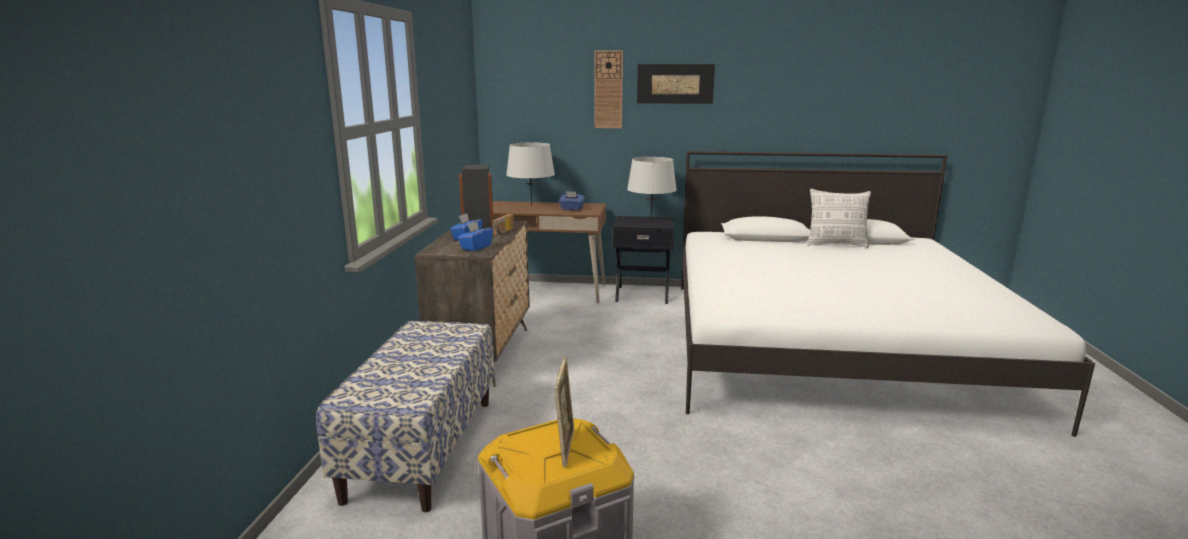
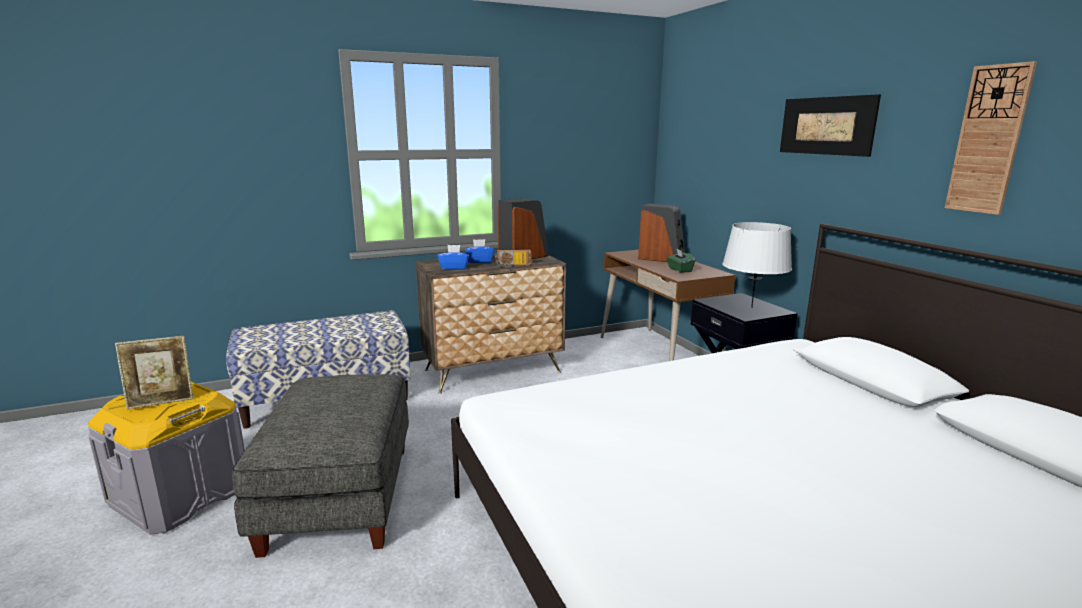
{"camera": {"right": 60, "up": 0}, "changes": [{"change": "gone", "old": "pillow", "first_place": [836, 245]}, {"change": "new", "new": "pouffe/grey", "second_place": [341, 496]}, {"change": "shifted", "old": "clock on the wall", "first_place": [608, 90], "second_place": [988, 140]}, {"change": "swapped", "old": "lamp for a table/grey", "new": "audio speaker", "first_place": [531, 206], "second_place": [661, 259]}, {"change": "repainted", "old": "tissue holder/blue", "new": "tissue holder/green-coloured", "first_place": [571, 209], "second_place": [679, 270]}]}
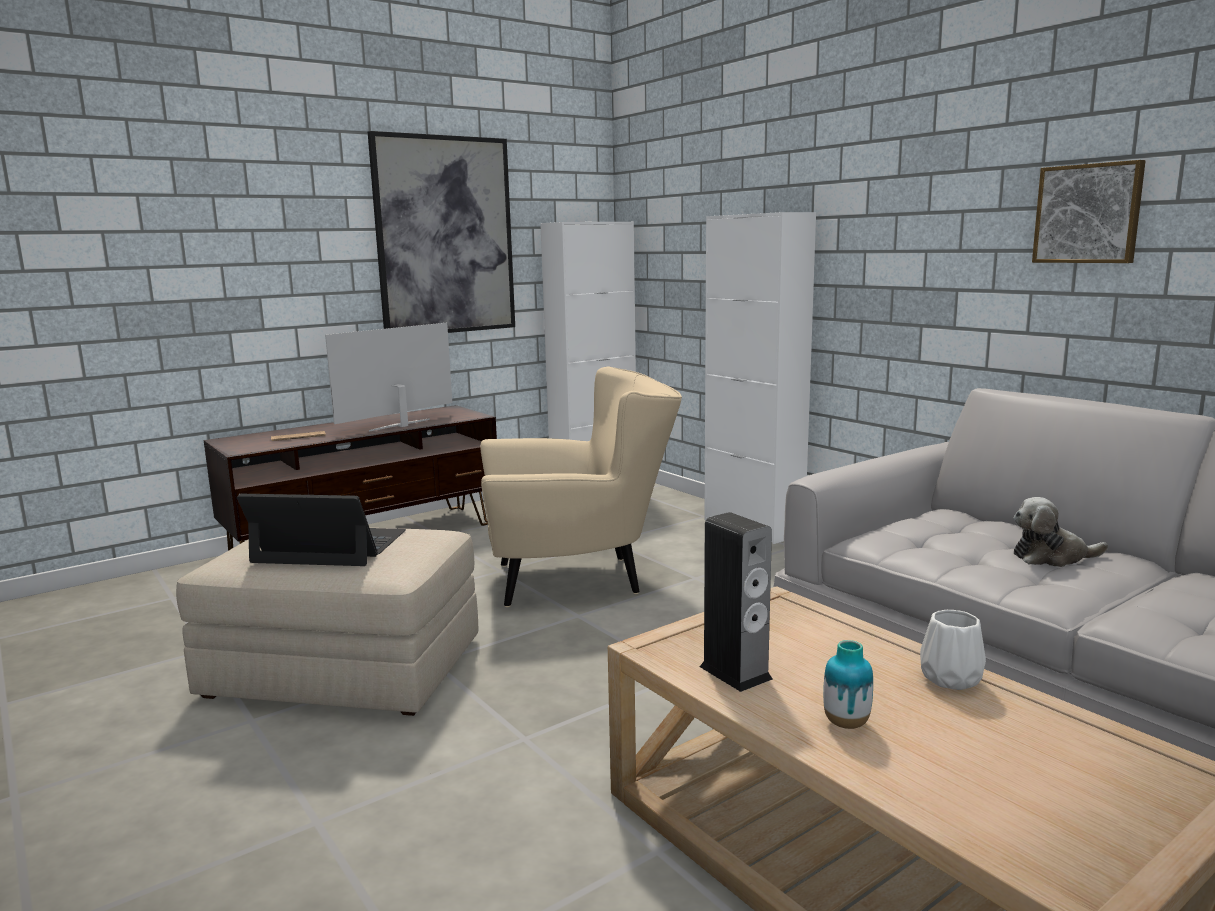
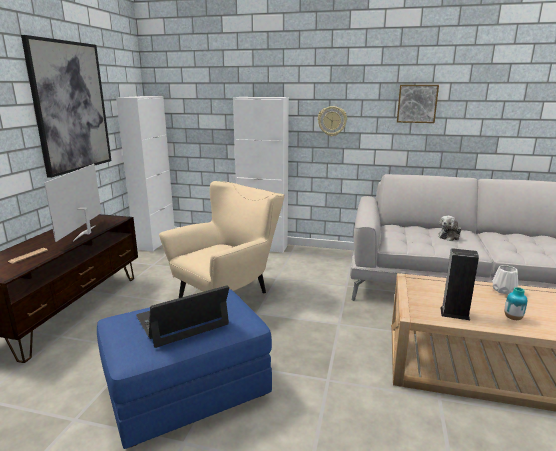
{"camera": {"right": -40, "up": 5}, "changes": [{"change": "new", "new": "clock on the wall", "second_place": [332, 121]}, {"change": "repainted", "old": "pouffe/beige-coloured", "new": "pouffe/blue", "first_place": [343, 668], "second_place": [187, 389]}]}
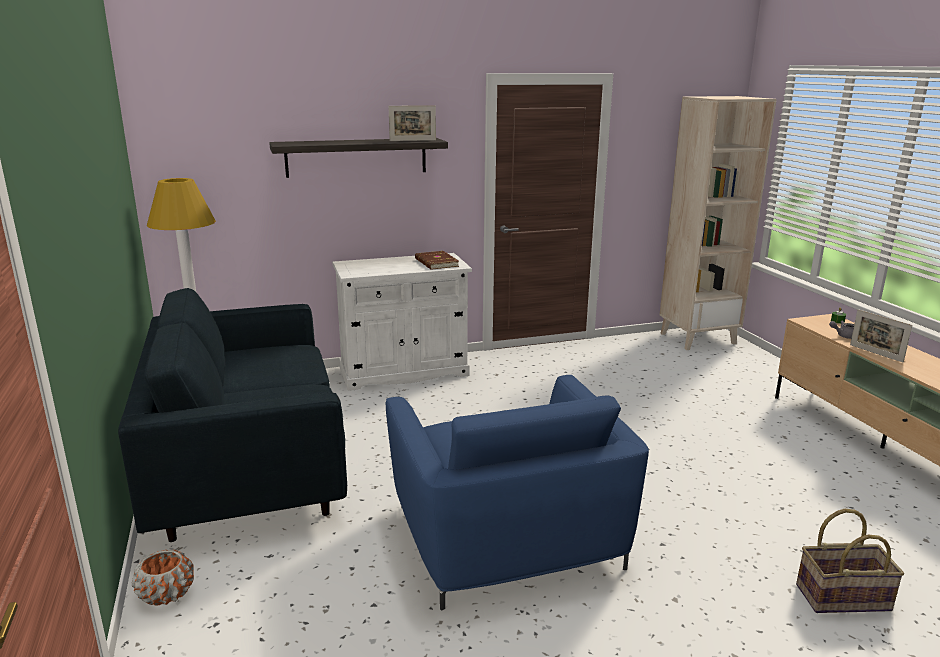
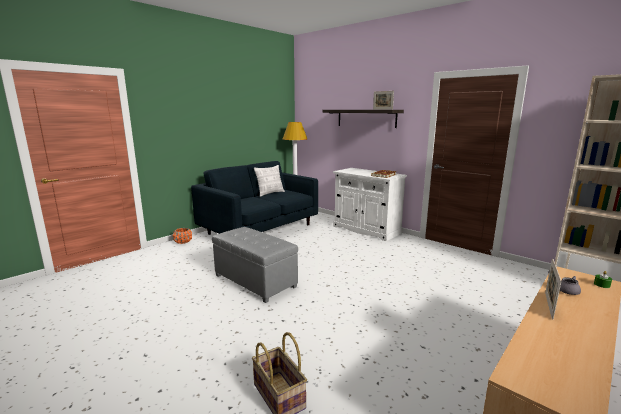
{"camera": {"right": 60, "up": -5}, "changes": [{"change": "new", "new": "pillow", "second_place": [270, 193]}, {"change": "swapped", "old": "easy chair/blue", "new": "pouffe/grey", "first_place": [506, 537], "second_place": [254, 281]}]}
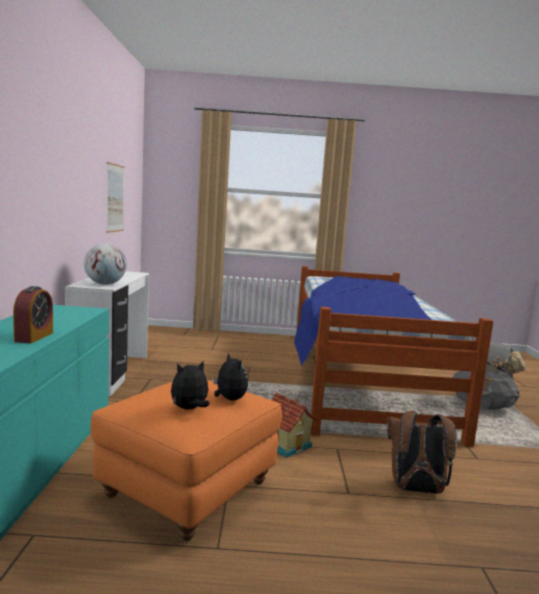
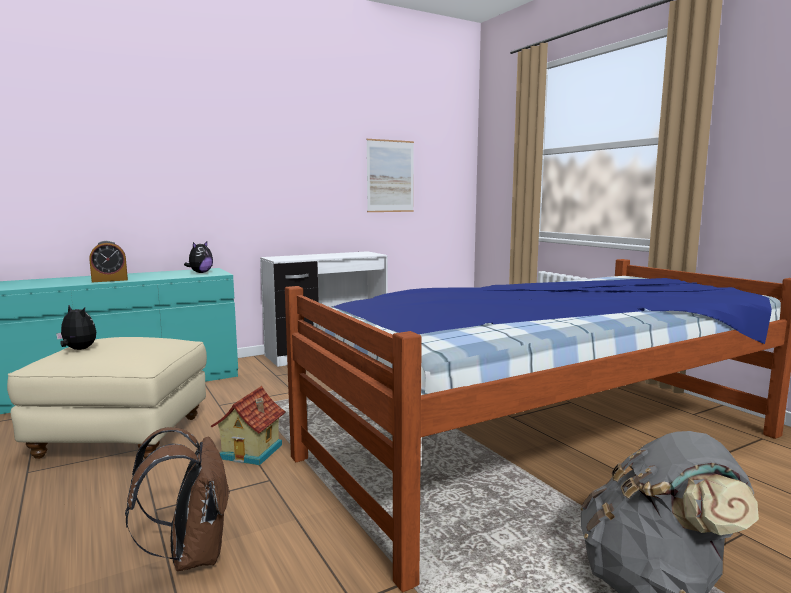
{"camera": {"right": 60, "up": 0}, "changes": [{"change": "gone", "old": "world globe", "first_place": [105, 284]}, {"change": "shifted", "old": "cuddly toy", "first_place": [229, 399], "second_place": [200, 273]}, {"change": "repainted", "old": "pouffe/orange", "new": "pouffe/beige-coloured", "first_place": [187, 489], "second_place": [123, 436]}]}
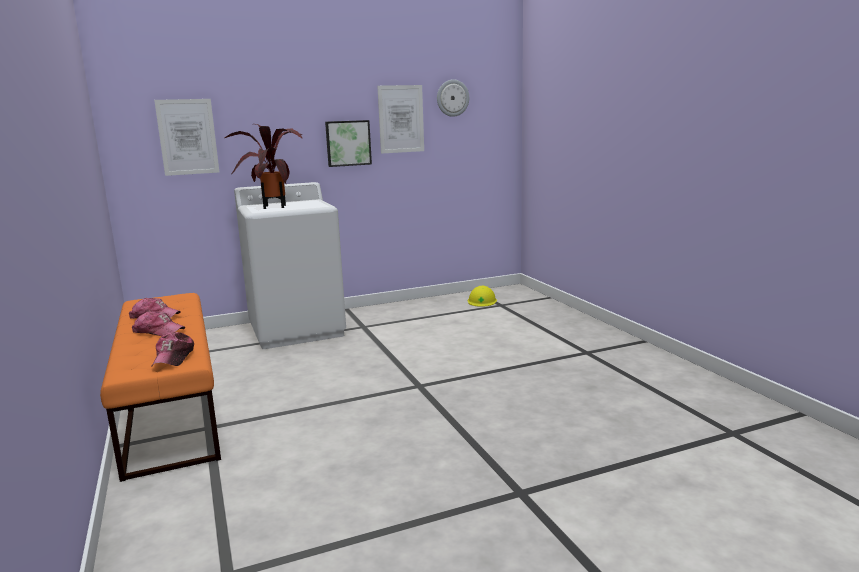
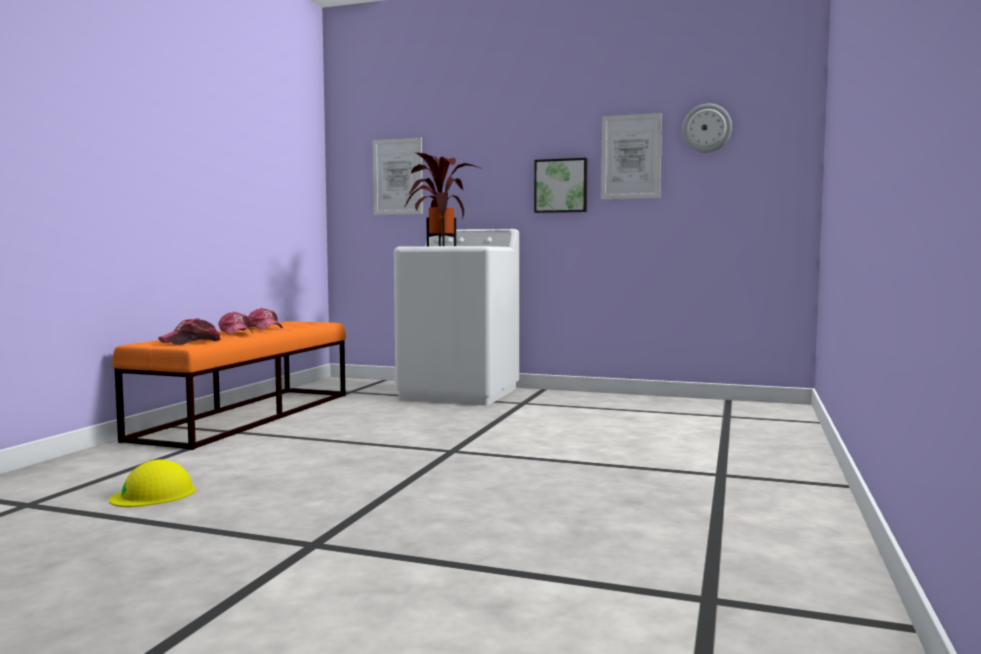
{"camera": {"right": 40, "up": -10}, "changes": [{"change": "shifted", "old": "safety helmet/yellow-coloured", "first_place": [482, 301], "second_place": [154, 494]}]}
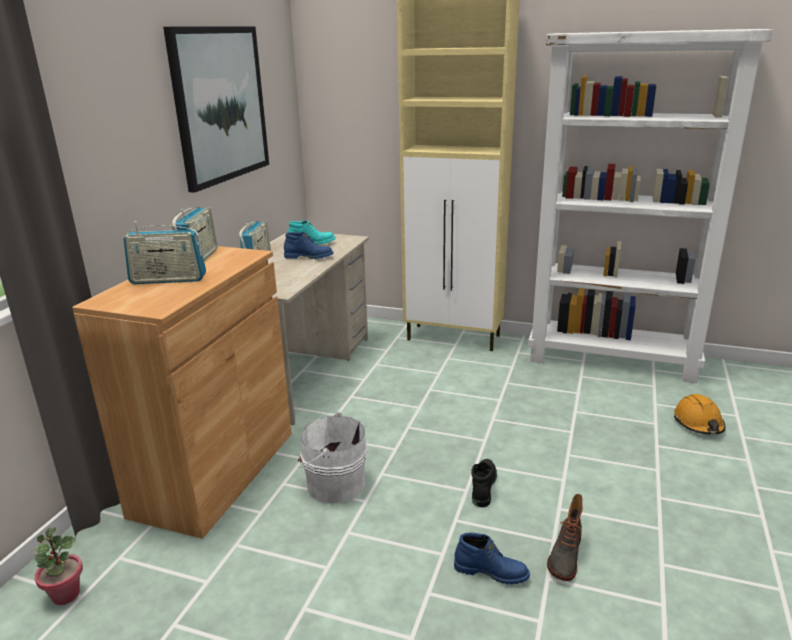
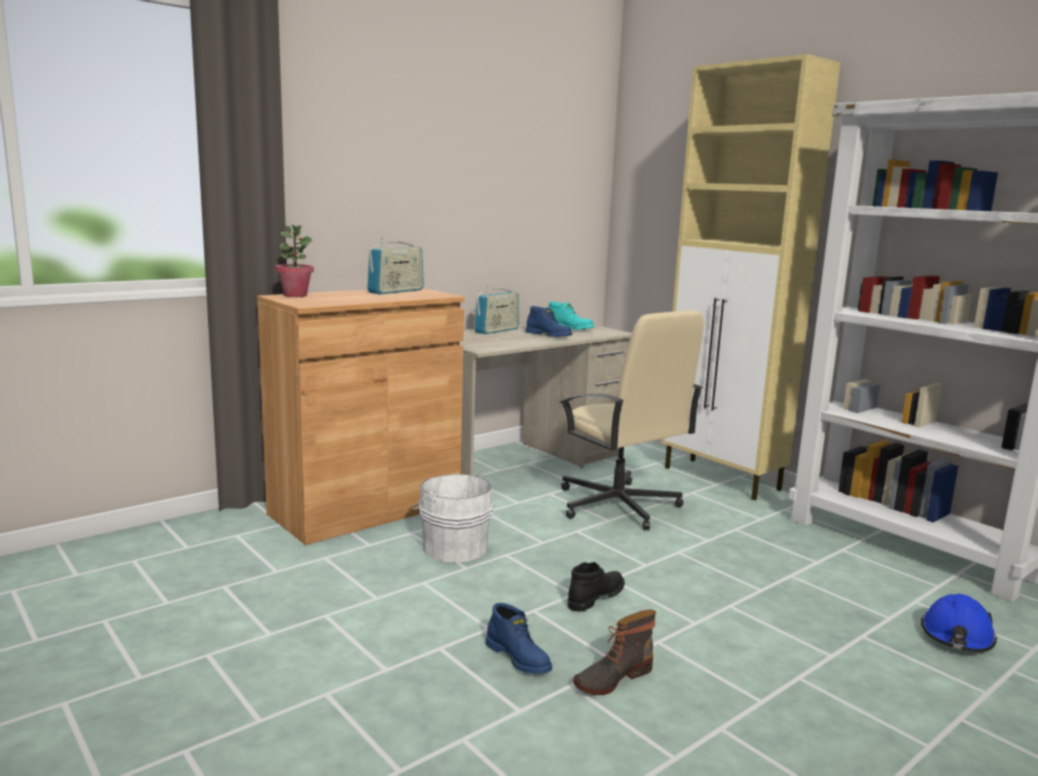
{"camera": {"right": 30, "up": -10}, "changes": [{"change": "gone", "old": "radio", "first_place": [168, 280]}, {"change": "gone", "old": "picture", "first_place": [220, 105]}, {"change": "new", "new": "office chair/beige-coloured", "second_place": [618, 506]}, {"change": "shifted", "old": "plant in a pot", "first_place": [66, 594], "second_place": [295, 295]}, {"change": "repainted", "old": "safety helmet/orange", "new": "safety helmet/blue", "first_place": [698, 423], "second_place": [957, 637]}]}
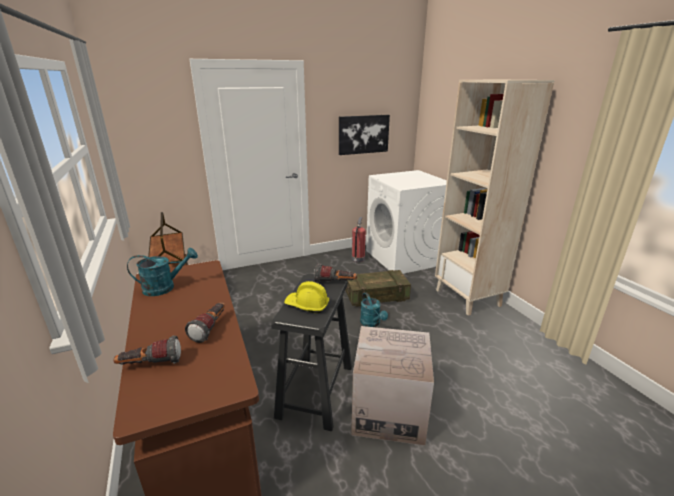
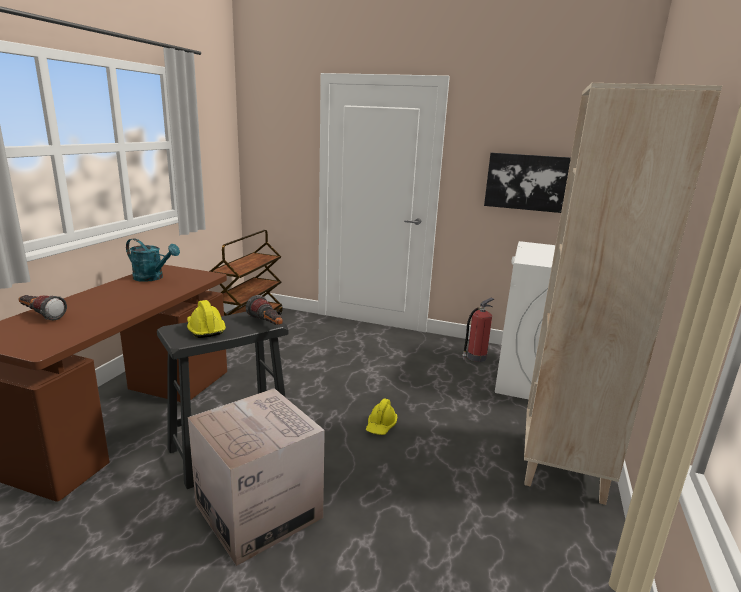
{"camera": {"right": 40, "up": -5}, "changes": [{"change": "gone", "old": "flashlight", "first_place": [211, 328]}, {"change": "gone", "old": "packing crate", "first_place": [376, 296]}, {"change": "swapped", "old": "watering pot/turquoise-coloured", "new": "safety helmet/yellow-coloured", "first_place": [372, 323], "second_place": [381, 425]}]}
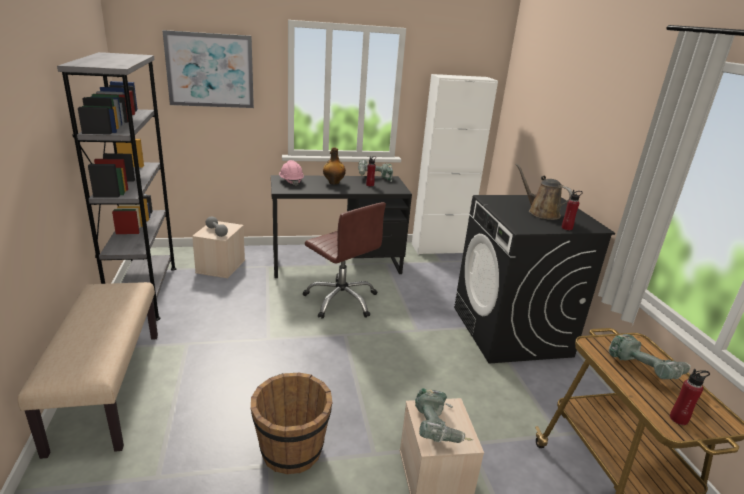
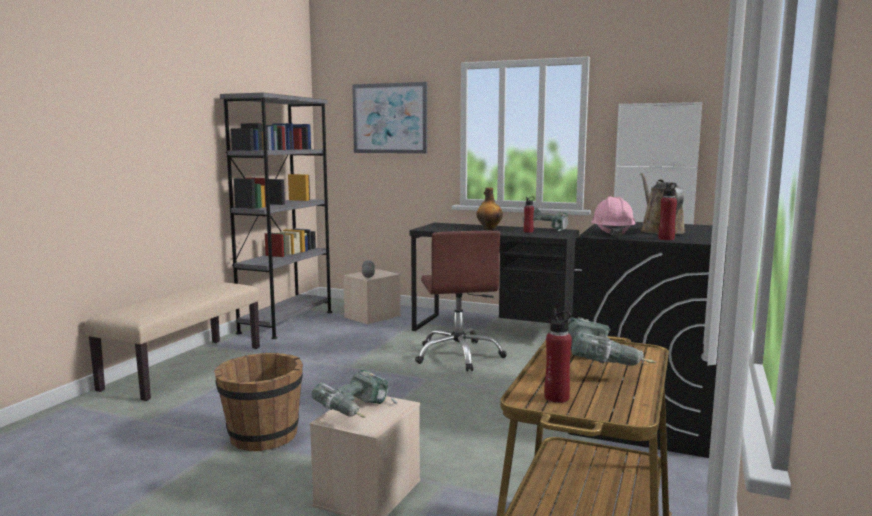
{"camera": {"right": 35, "up": -15}, "changes": [{"change": "shifted", "old": "safety helmet/pinkish", "first_place": [291, 181], "second_place": [612, 234]}]}
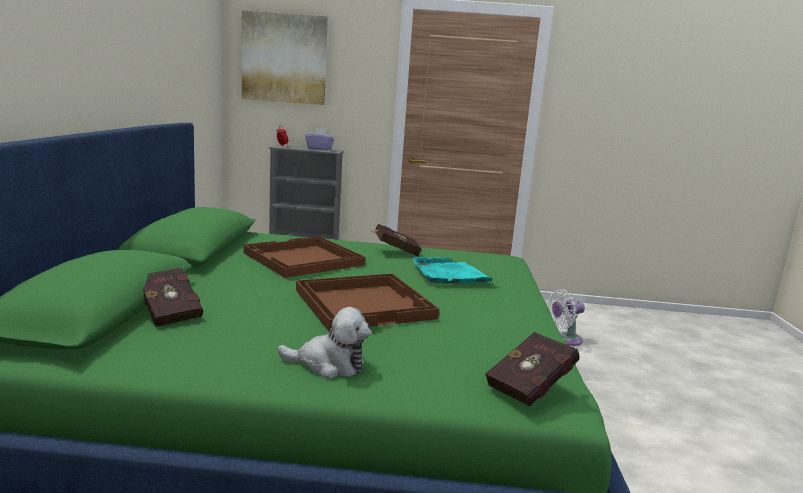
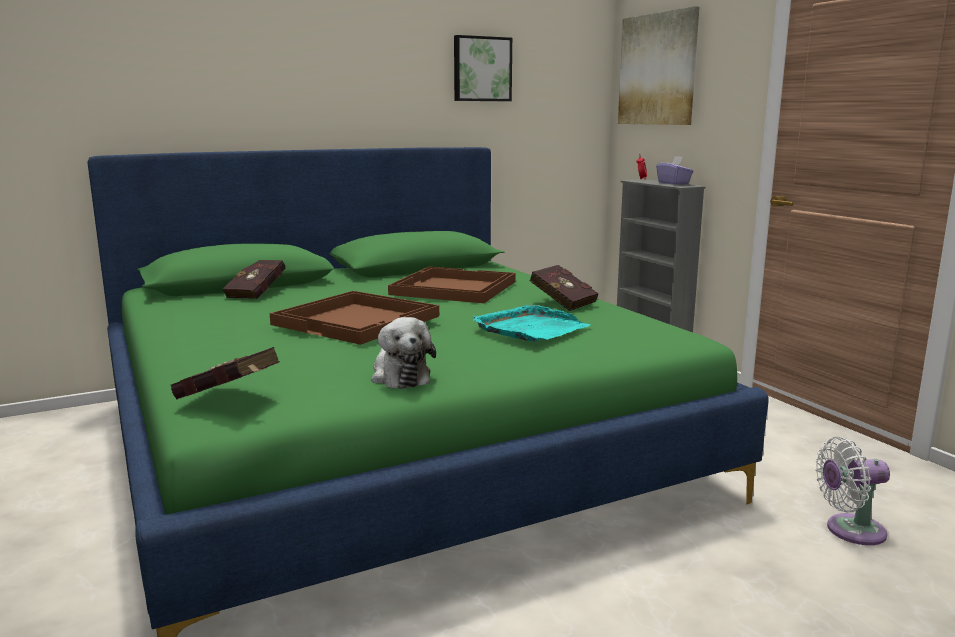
{"camera": {"right": 60, "up": 0}, "changes": [{"change": "new", "new": "picture", "second_place": [481, 69]}, {"change": "shifted", "old": "cuddly toy", "first_place": [329, 365], "second_place": [400, 376]}, {"change": "rotated", "old": "fan/whitish", "first_place": [564, 340], "second_place": [849, 531], "degrees": -45}]}
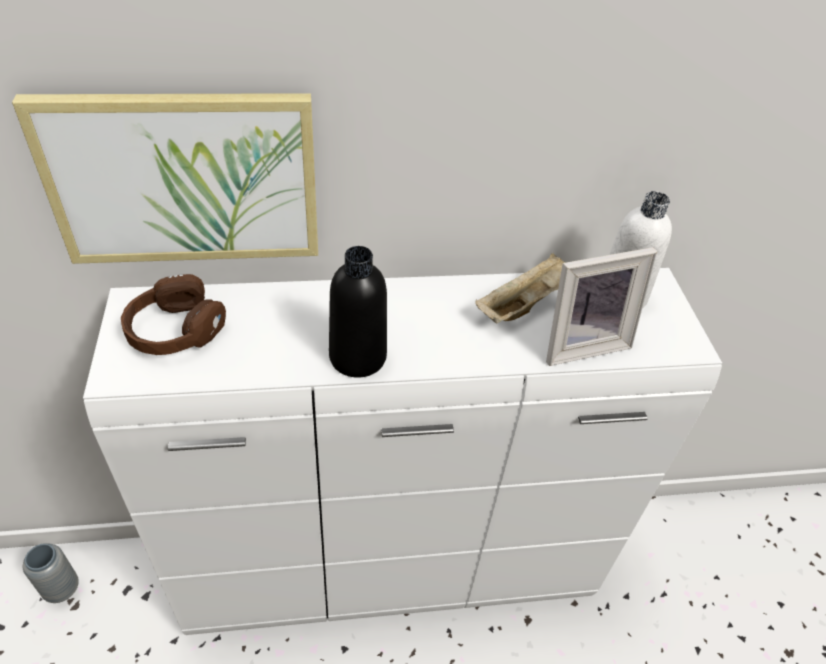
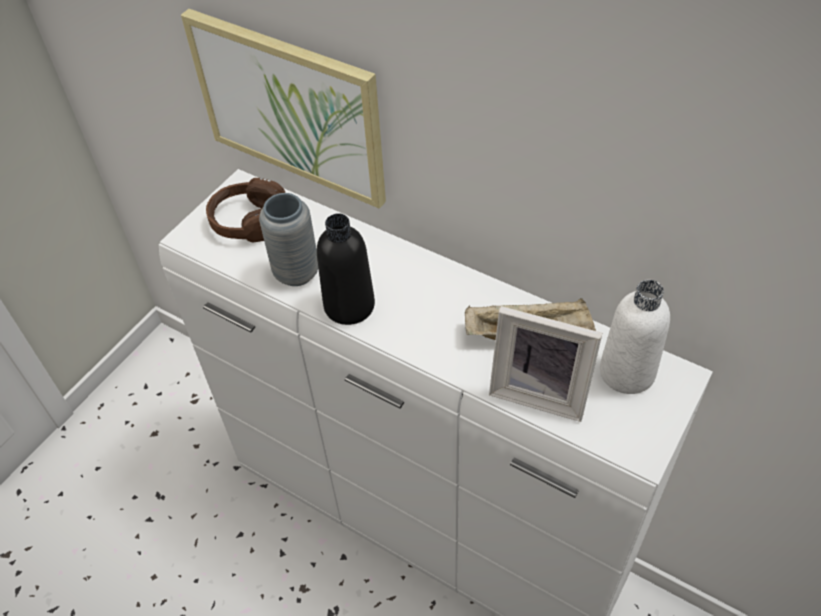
{"camera": {"right": 45, "up": 5}, "changes": [{"change": "shifted", "old": "decorative vase/grey", "first_place": [61, 589], "second_place": [296, 273]}]}
